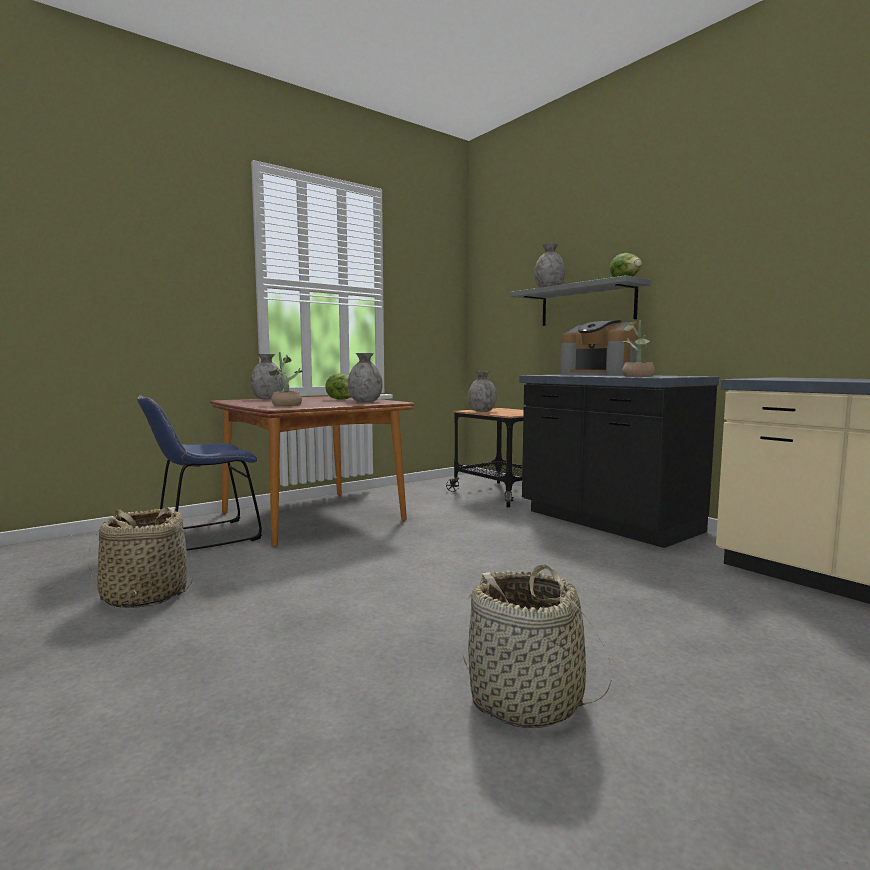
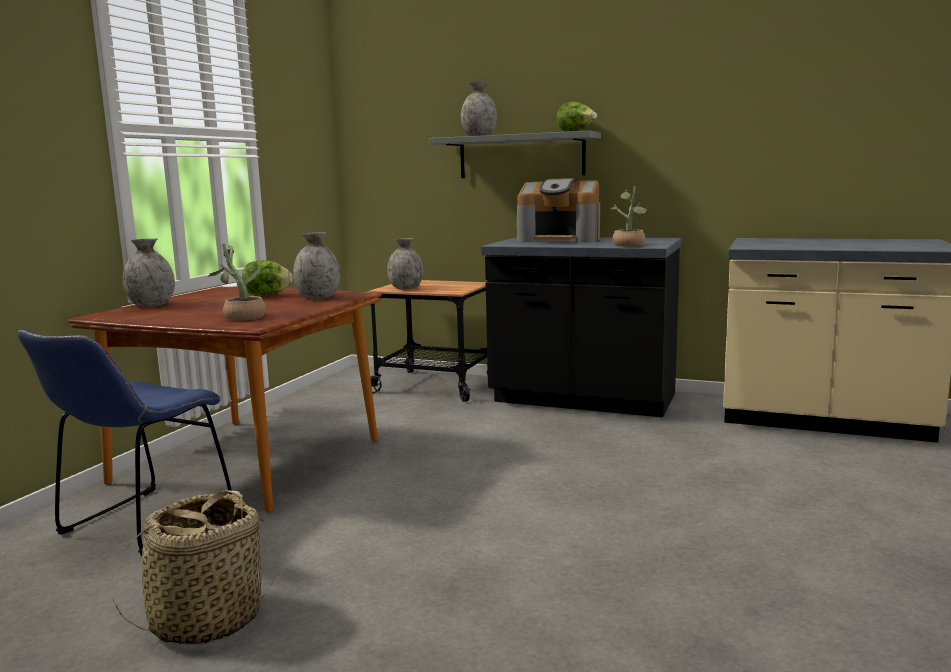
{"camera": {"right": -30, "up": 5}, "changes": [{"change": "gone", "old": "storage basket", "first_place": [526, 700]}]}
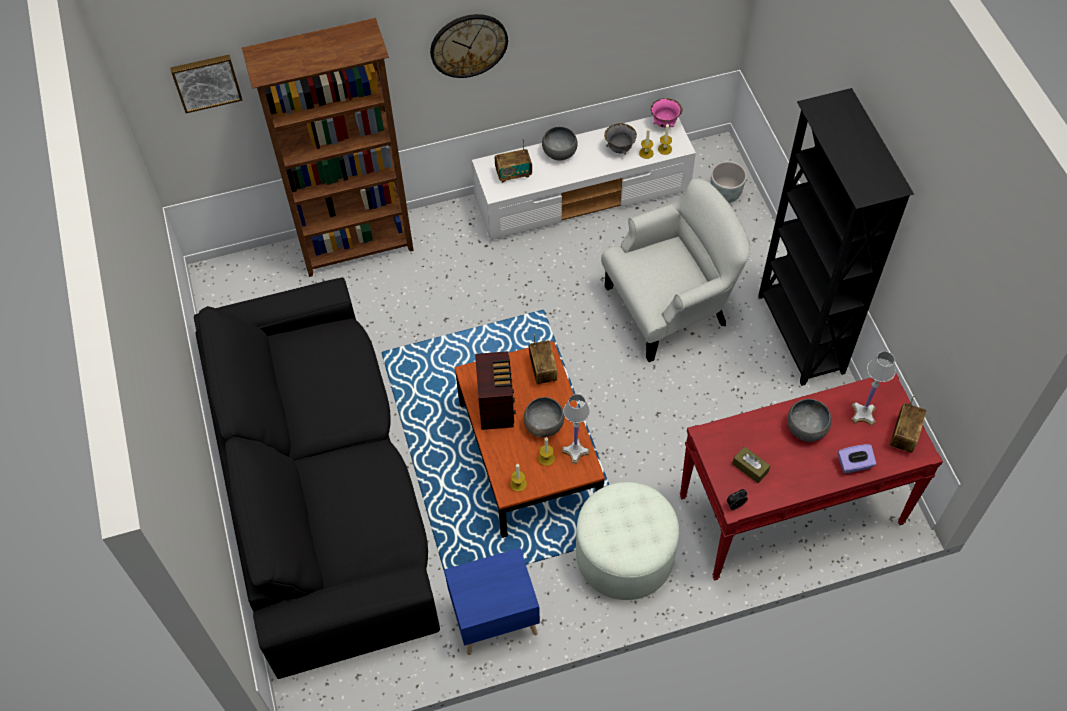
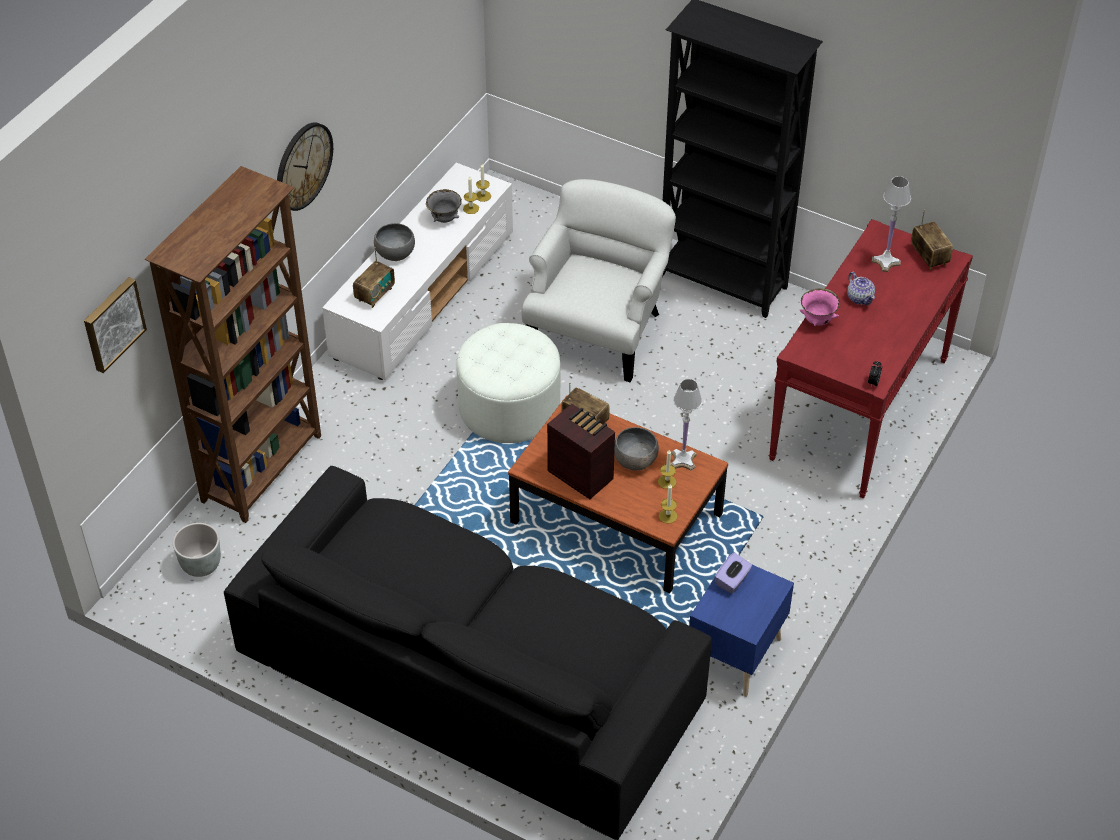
{"camera": {"right": -45, "up": -10}, "changes": [{"change": "gone", "old": "tissue holder/brownish", "first_place": [750, 468]}, {"change": "shifted", "old": "pouffe/whitish", "first_place": [624, 555], "second_place": [509, 407]}, {"change": "shifted", "old": "serving bowl/pinkish", "first_place": [665, 123], "second_place": [818, 321]}, {"change": "shifted", "old": "planter/grey", "first_place": [725, 194], "second_place": [202, 565]}, {"change": "shifted", "old": "tissue holder/purplish", "first_place": [854, 464], "second_place": [732, 581]}, {"change": "swapped", "old": "serving bowl/grey", "new": "tea pot", "first_place": [806, 428], "second_place": [860, 298]}]}
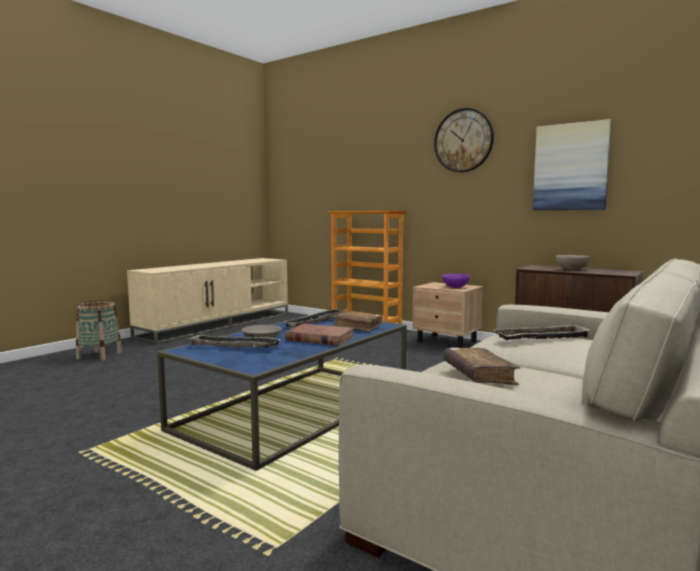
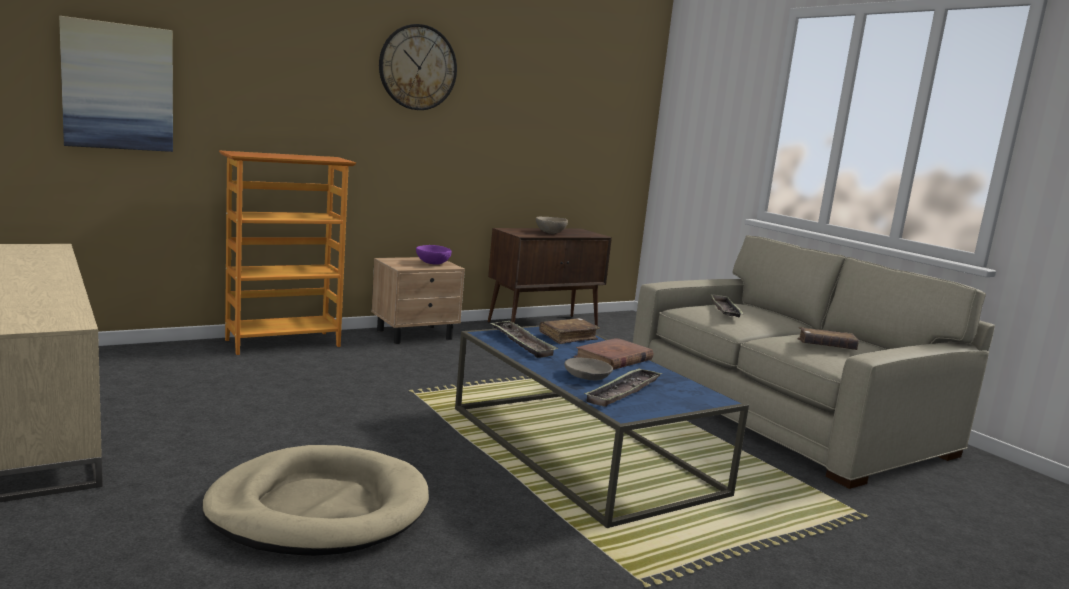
{"camera": {"right": -70, "up": 5}, "changes": [{"change": "gone", "old": "storage basket", "first_place": [99, 355]}, {"change": "new", "new": "dog bed/beige-coloured", "second_place": [319, 508]}, {"change": "shifted", "old": "picture", "first_place": [570, 167], "second_place": [118, 86]}]}
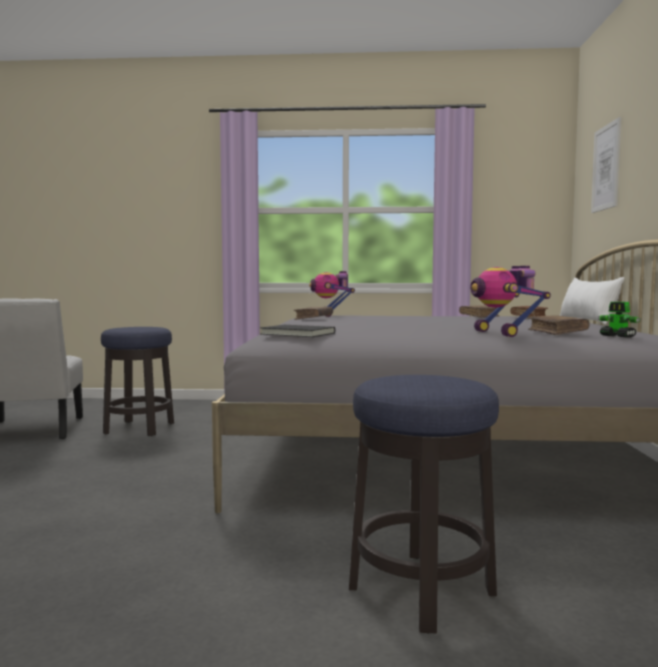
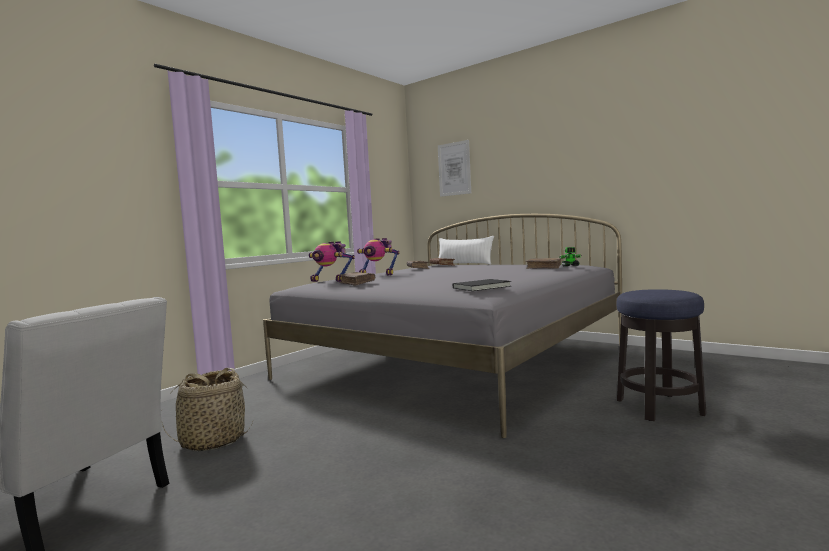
{"camera": {"right": -55, "up": 0}, "changes": [{"change": "shifted", "old": "robot figure", "first_place": [503, 333], "second_place": [378, 275]}, {"change": "swapped", "old": "stool seat", "new": "storage basket", "first_place": [139, 428], "second_place": [212, 441]}]}
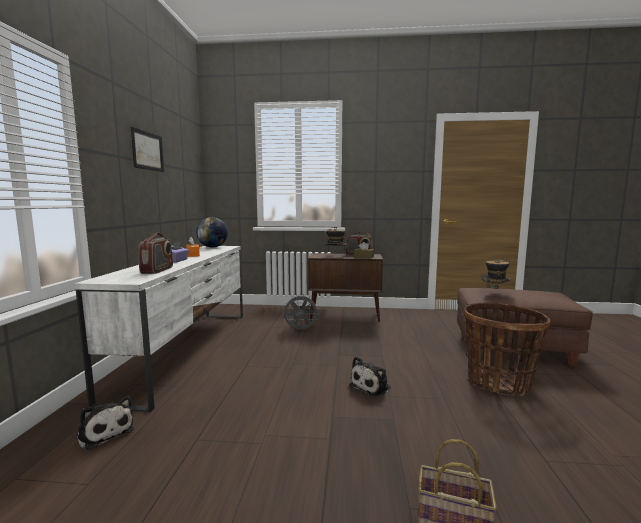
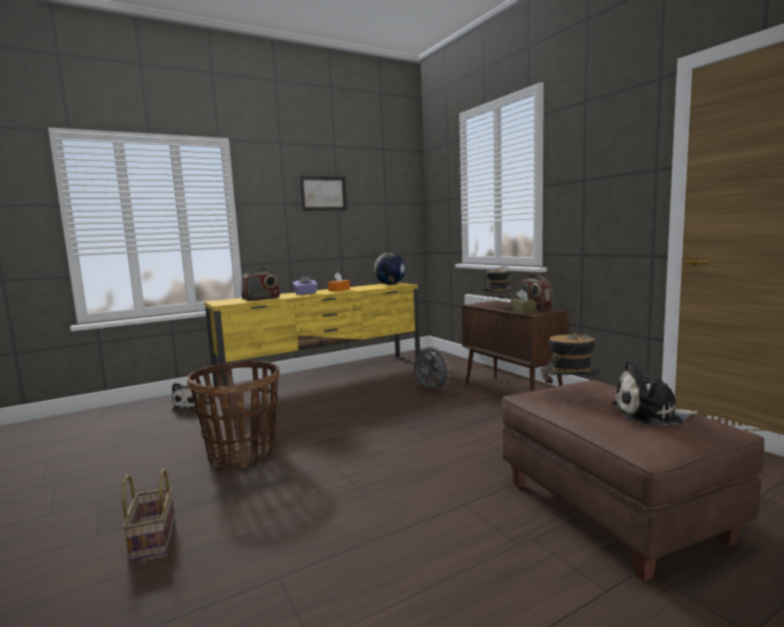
{"camera": {"right": 55, "up": 0}, "changes": [{"change": "shifted", "old": "cuddly toy", "first_place": [372, 386], "second_place": [651, 414]}, {"change": "shifted", "old": "storage basket", "first_place": [499, 383], "second_place": [242, 454]}, {"change": "repainted", "old": "tv stand/whitish", "new": "tv stand/yellow-coloured", "first_place": [188, 349], "second_place": [325, 378]}]}
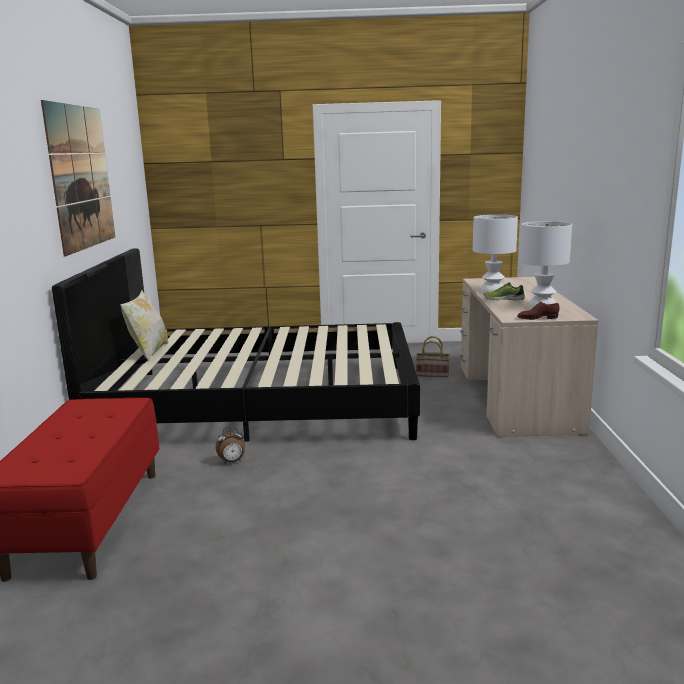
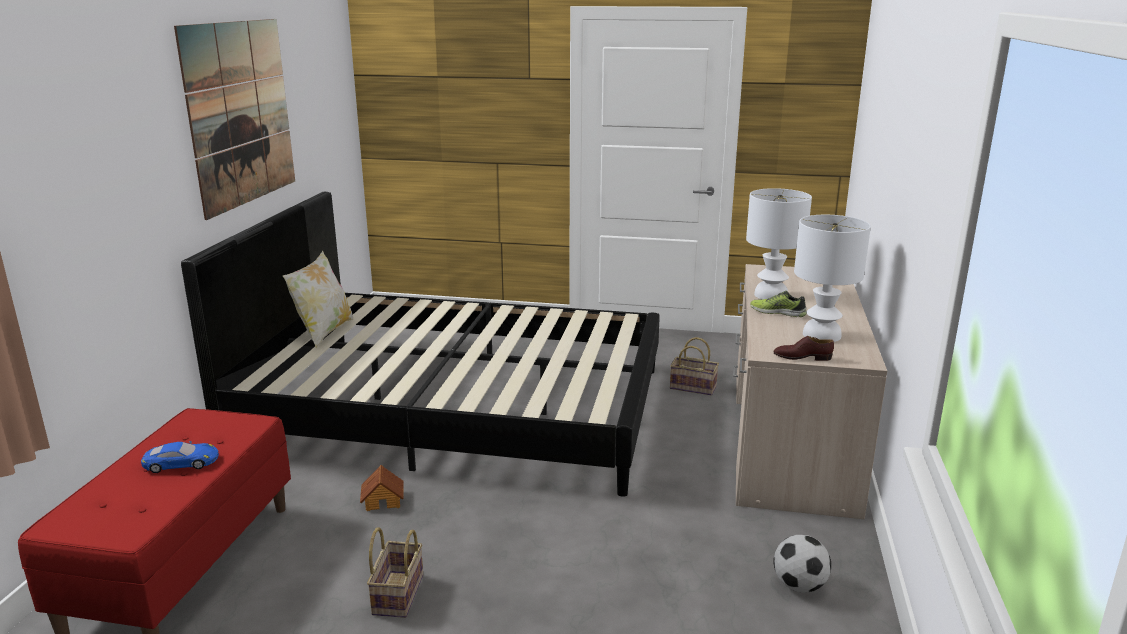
{"camera": {"right": 10, "up": 5}, "changes": [{"change": "new", "new": "miniature car/blue", "second_place": [181, 463]}, {"change": "new", "new": "storage basket", "second_place": [397, 593]}, {"change": "new", "new": "ball for football", "second_place": [799, 585]}, {"change": "swapped", "old": "table clock", "new": "miniature house", "first_place": [232, 462], "second_place": [383, 500]}]}
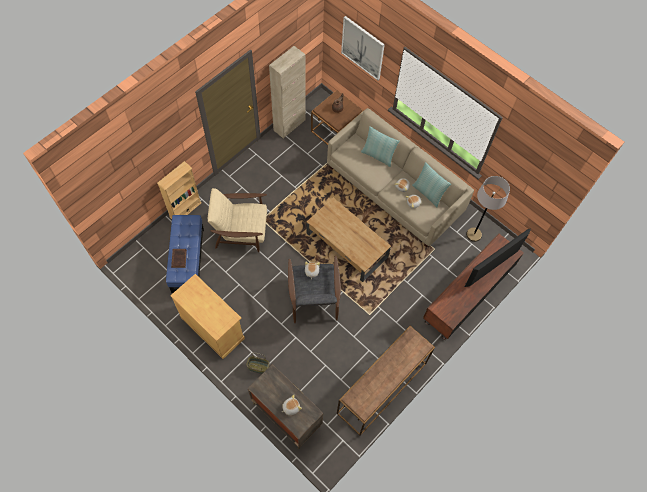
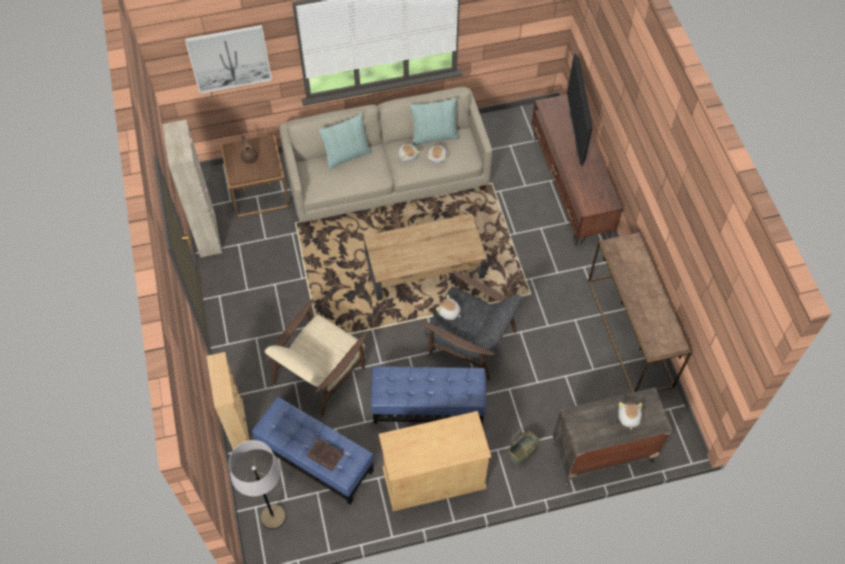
{"camera": {"right": -55, "up": -5}, "changes": [{"change": "new", "new": "pouffe/blue", "second_place": [428, 406]}, {"change": "shifted", "old": "standard lamp/grey", "first_place": [473, 234], "second_place": [273, 517]}]}
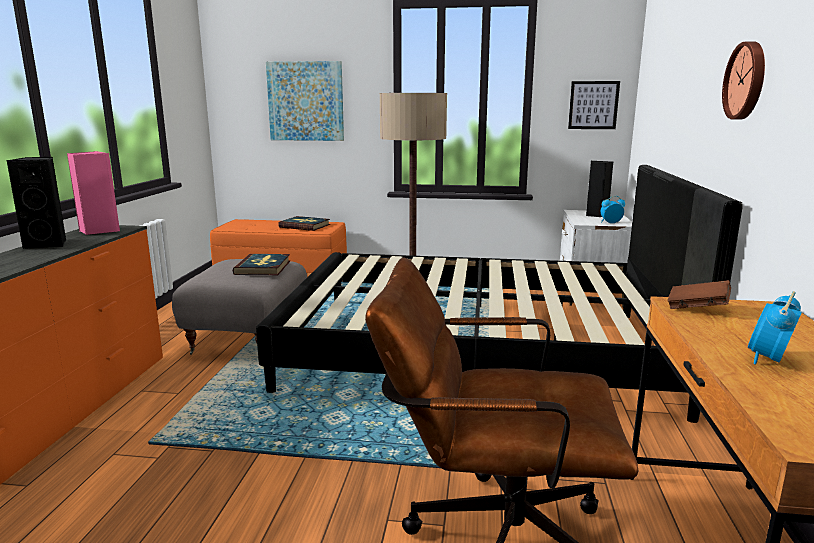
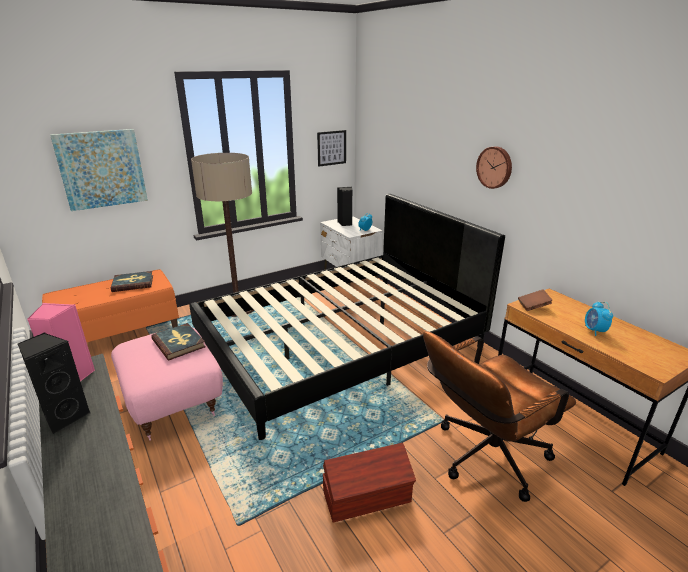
{"camera": {"right": -40, "up": 10}, "changes": [{"change": "new", "new": "storage box/brownish", "second_place": [368, 497]}, {"change": "repainted", "old": "pouffe/grey", "new": "pouffe/pinkish", "first_place": [248, 337], "second_place": [174, 402]}]}
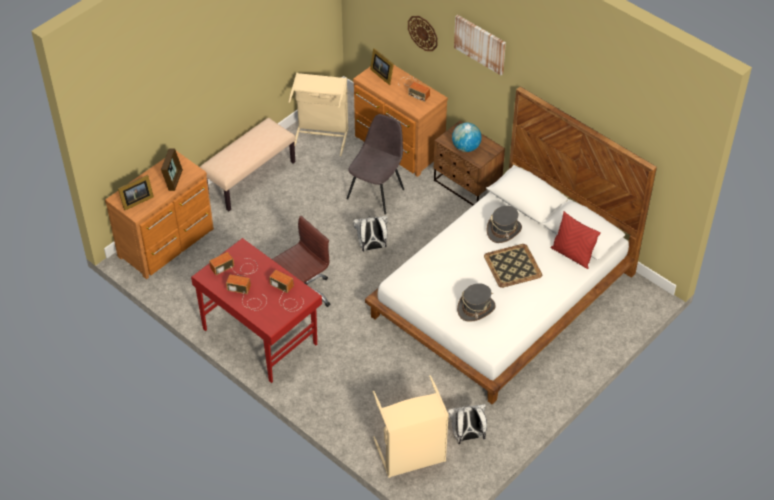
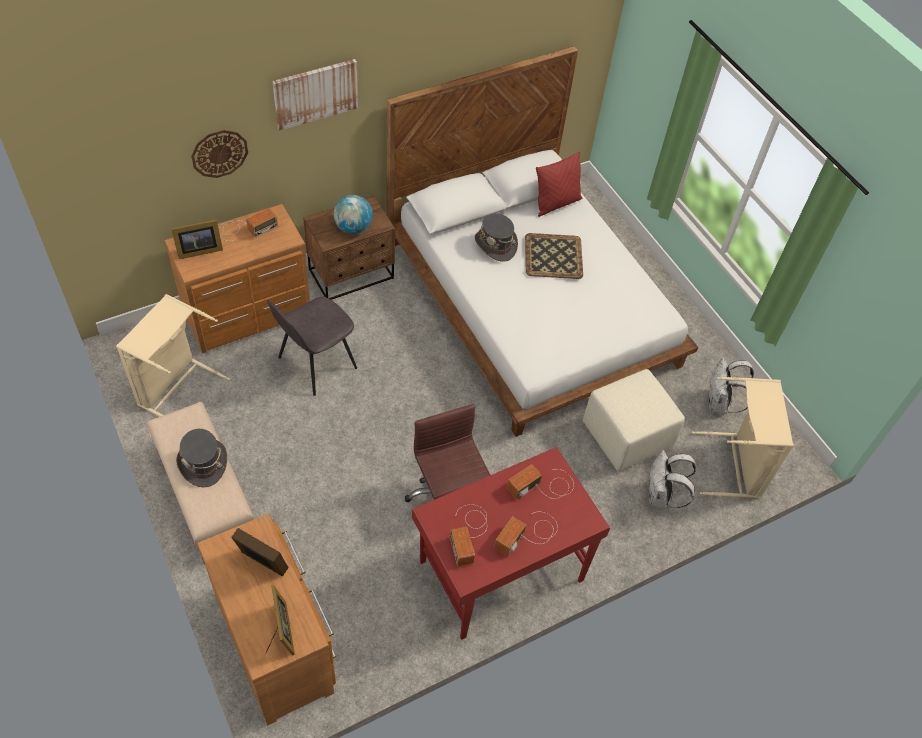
{"camera": {"right": -75, "up": 5}, "changes": [{"change": "new", "new": "pouffe/beige-coloured", "second_place": [627, 435]}, {"change": "shifted", "old": "backpack/whitish", "first_place": [372, 247], "second_place": [661, 496]}, {"change": "shifted", "old": "wearable hat/grey", "first_place": [476, 308], "second_place": [203, 463]}, {"change": "rotated", "old": "chair/grey", "first_place": [376, 193], "second_place": [315, 364], "degrees": -90}]}
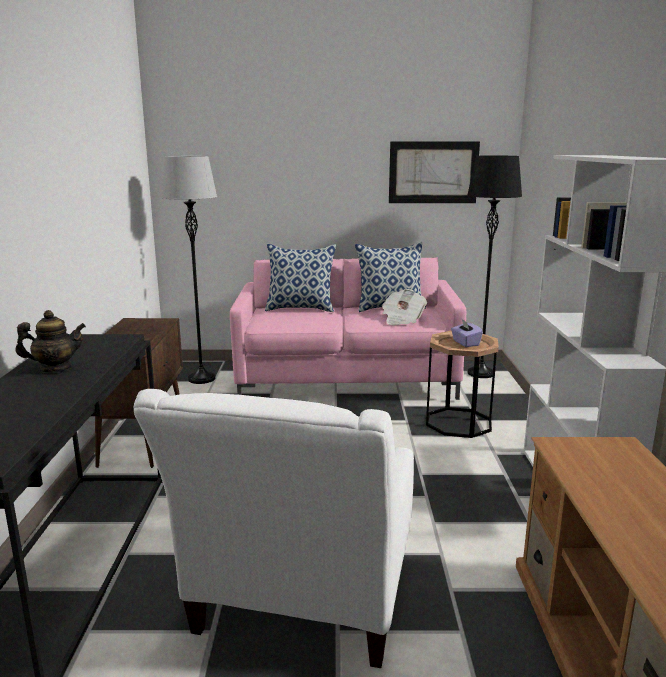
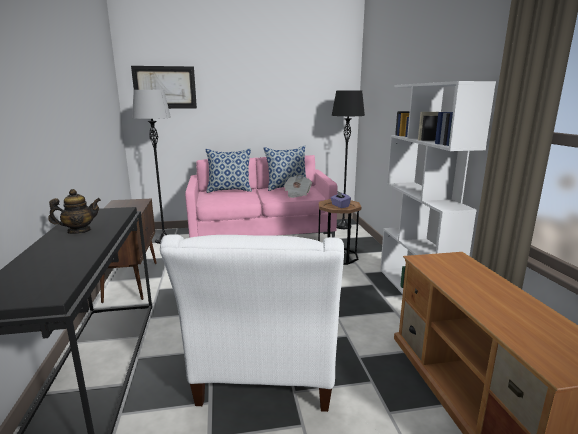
{"camera": {"right": -10, "up": 0}, "changes": [{"change": "shifted", "old": "picture", "first_place": [433, 172], "second_place": [164, 87]}]}
